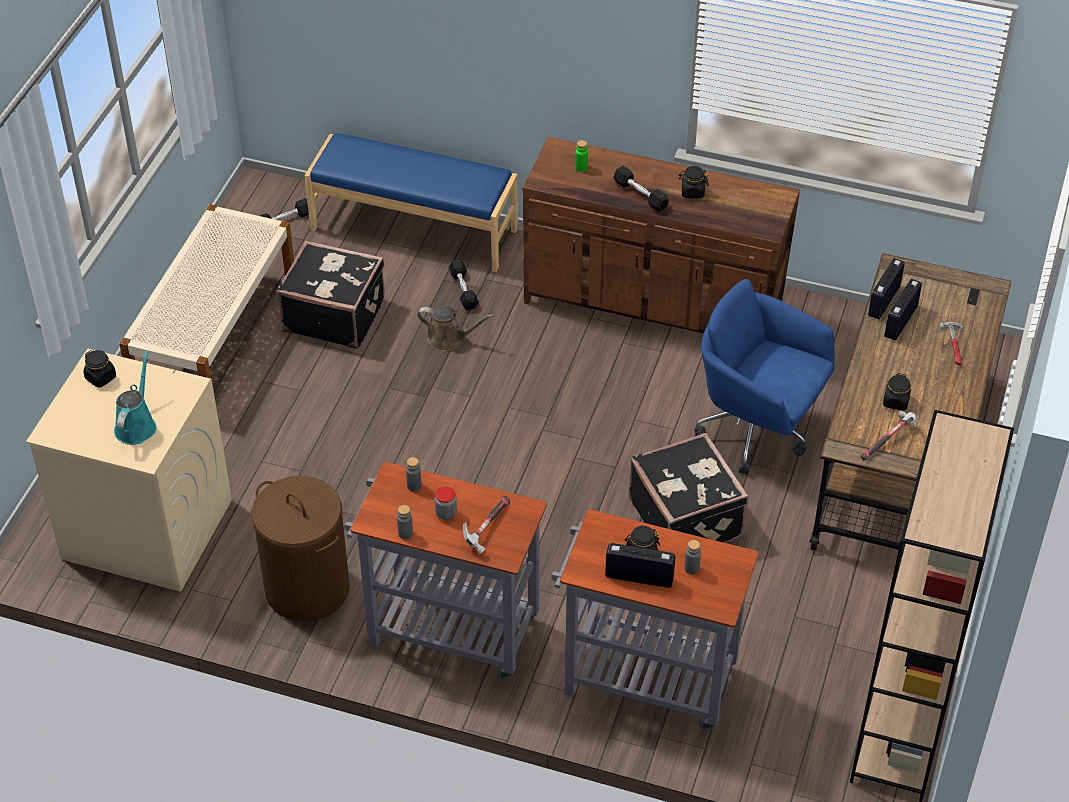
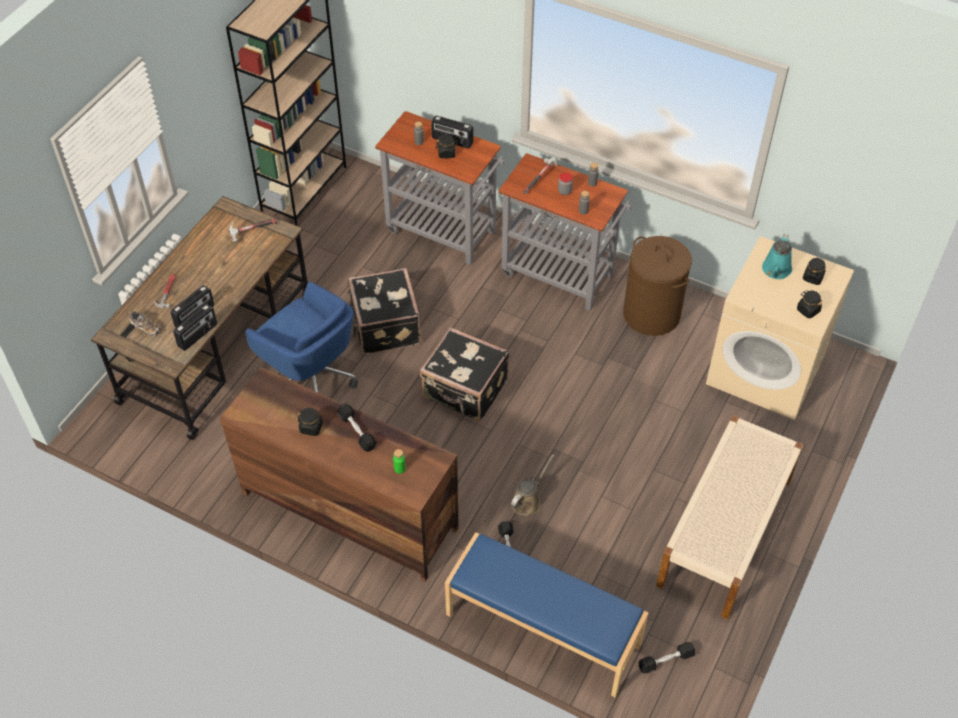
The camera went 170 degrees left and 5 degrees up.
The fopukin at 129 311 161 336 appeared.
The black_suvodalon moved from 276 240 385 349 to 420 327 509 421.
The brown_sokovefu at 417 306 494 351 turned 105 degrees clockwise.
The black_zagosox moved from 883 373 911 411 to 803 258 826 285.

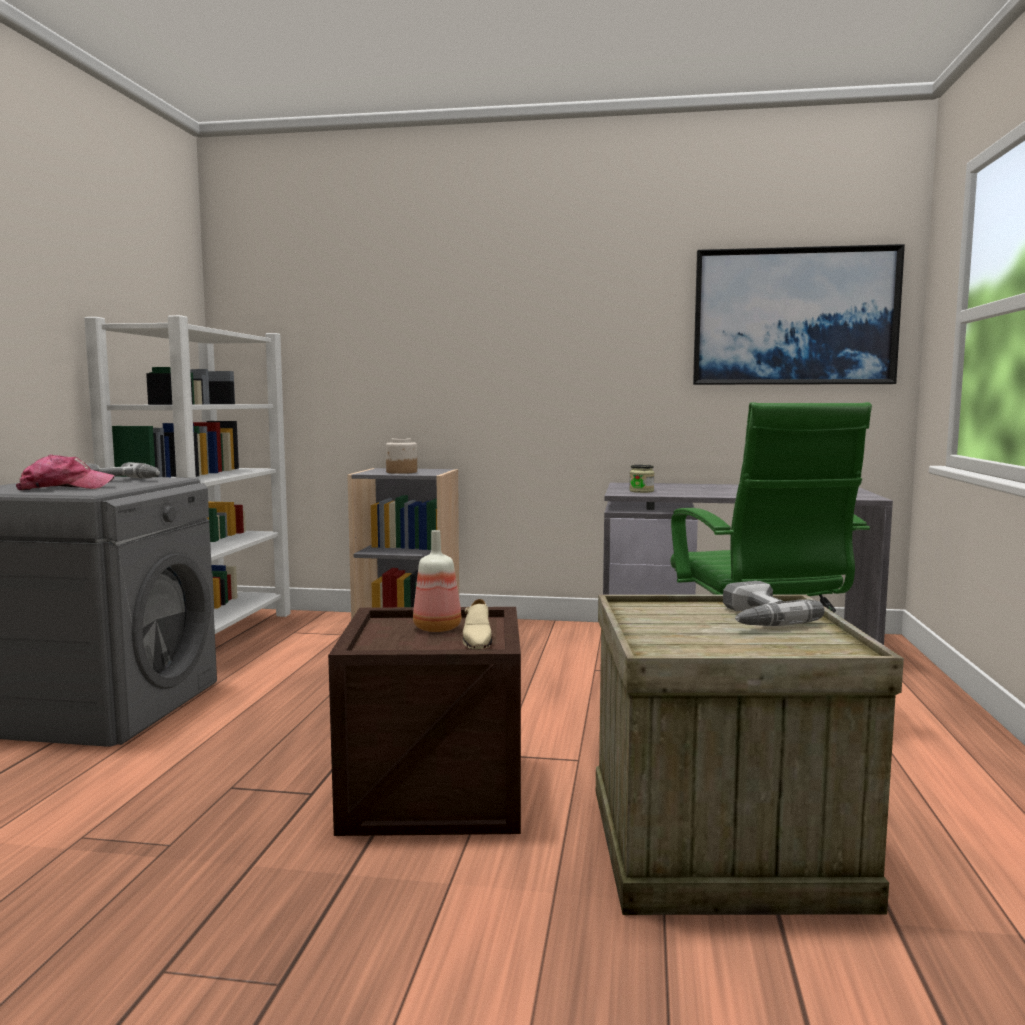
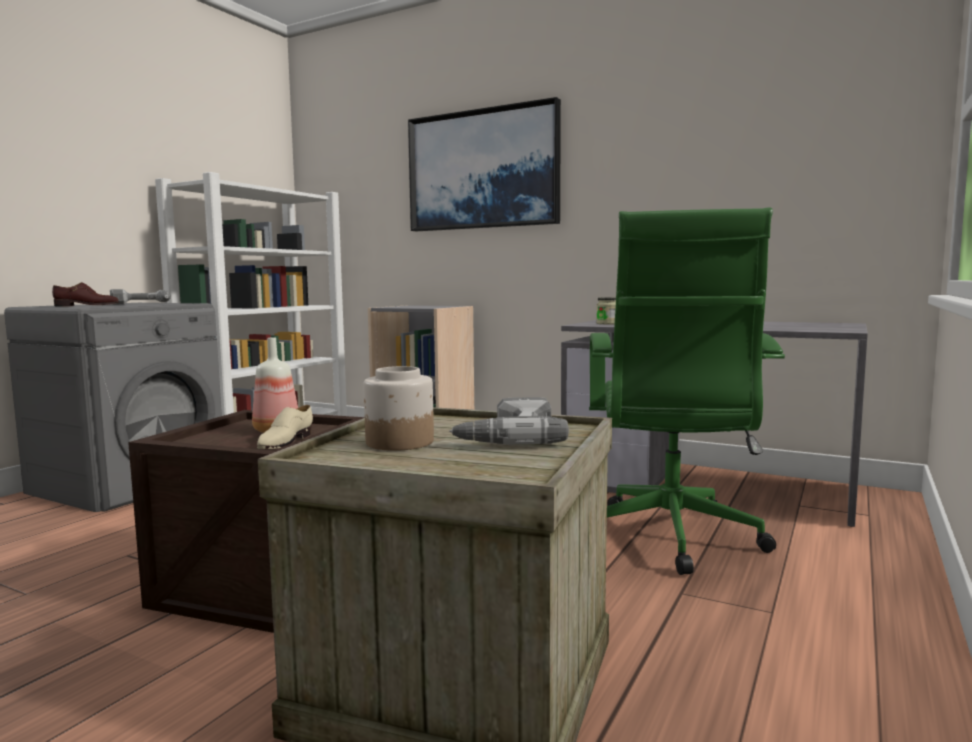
The camera went 20 degrees right and 0 degrees up.
The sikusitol at 16 454 115 490 was replaced by the brown_fopukin at 52 282 119 307.
The zagosox moved from 386 438 417 474 to 364 366 434 451.
The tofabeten moved from 693 244 905 385 to 408 97 561 231.

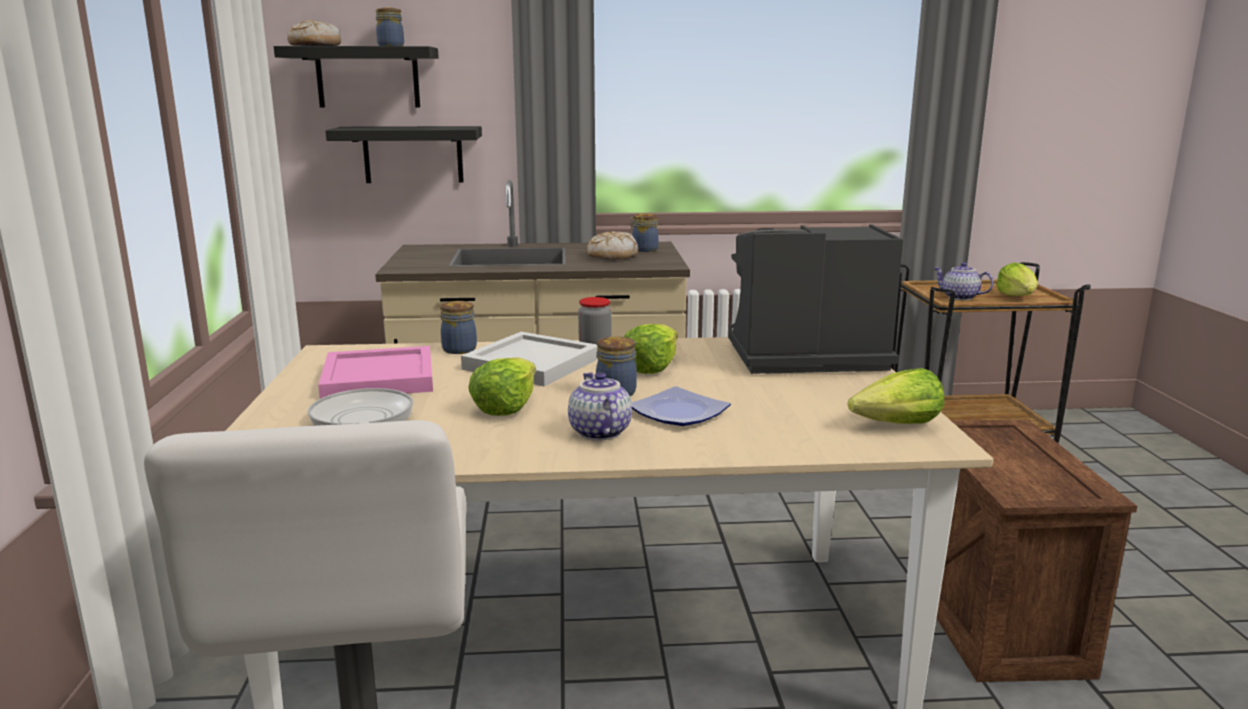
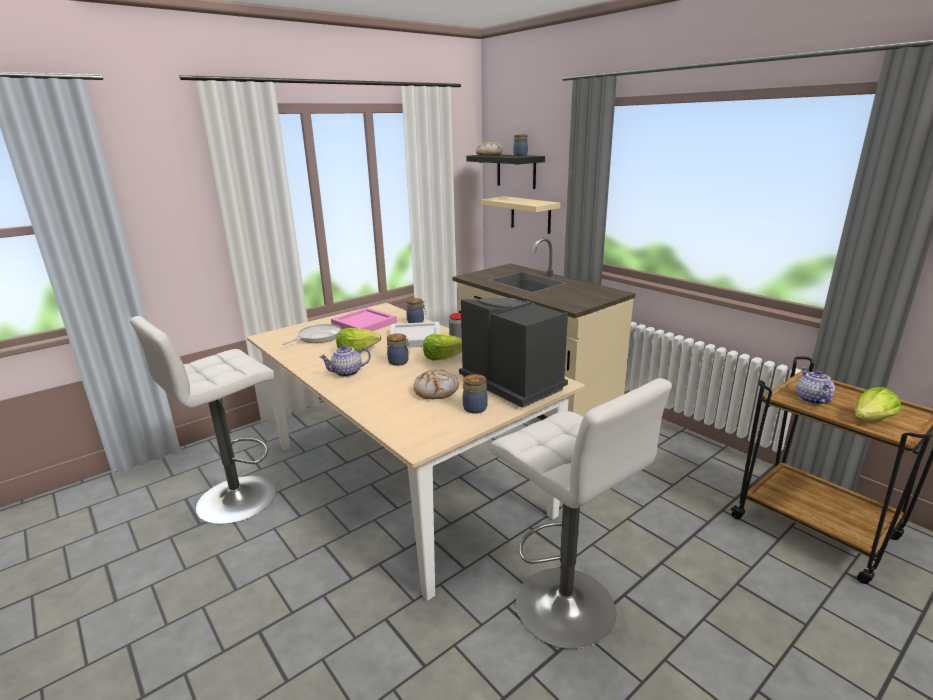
The camera went 55 degrees right and 5 degrees up.
The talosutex at 568 372 632 441 turned 150 degrees counterclockwise.
The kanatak moved from 587 231 638 260 to 414 369 459 399.
The zagosox moved from 630 213 658 252 to 463 374 488 414.
The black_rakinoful at 326 126 482 183 became the beige_rakinoful at 481 196 560 234.
The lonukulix at 936 420 1137 682 was replaced by the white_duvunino at 491 378 672 649.
The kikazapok at 632 386 731 426 disappeared.
The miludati at 848 368 944 424 disappeared.

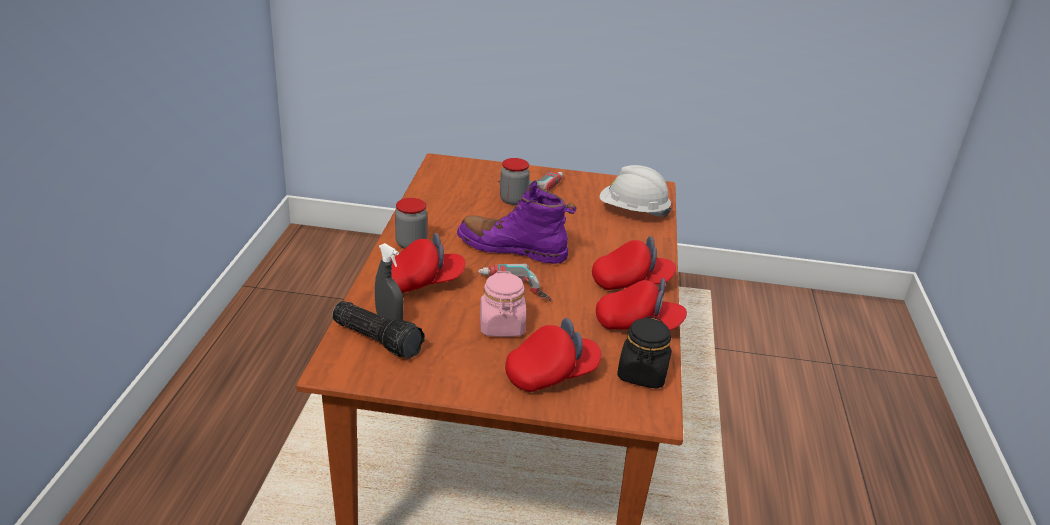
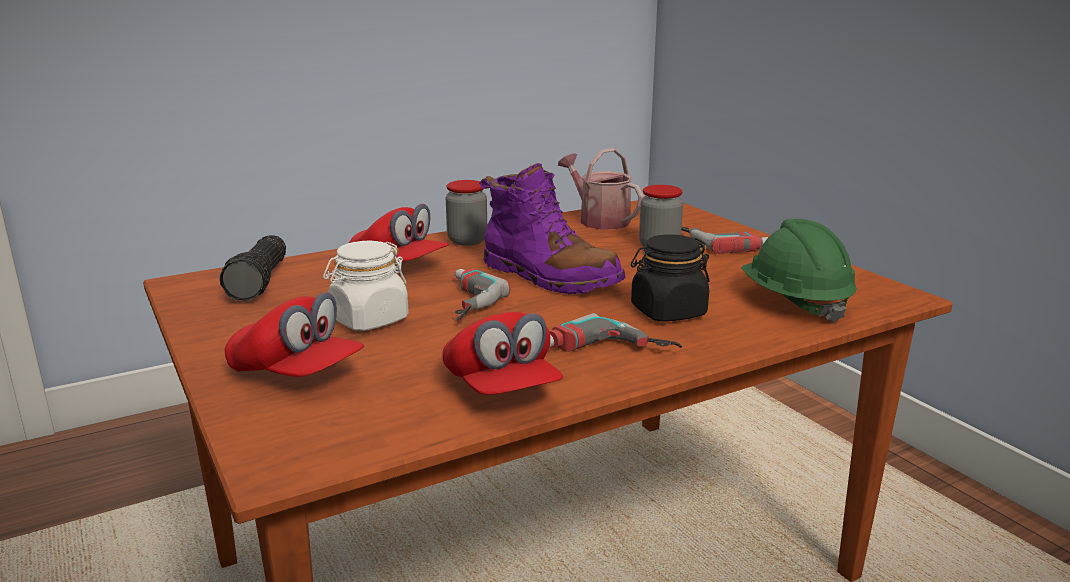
The camera went 55 degrees right and 10 degrees down.
The pink_zagosox at 480 271 526 337 became the white_zagosox at 323 241 409 331.
The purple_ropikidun at 457 181 576 264 turned 150 degrees clockwise.
The red_sikusitol at 592 236 676 290 was replaced by the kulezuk at 549 313 682 352.
The sokovefu at 558 148 644 229 appeared.
The black_zagosox moved from 617 316 672 389 to 631 234 710 322.
The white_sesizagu at 599 165 672 218 became the green_sesizagu at 741 219 857 324.
The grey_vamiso at 375 243 403 320 disappeared.

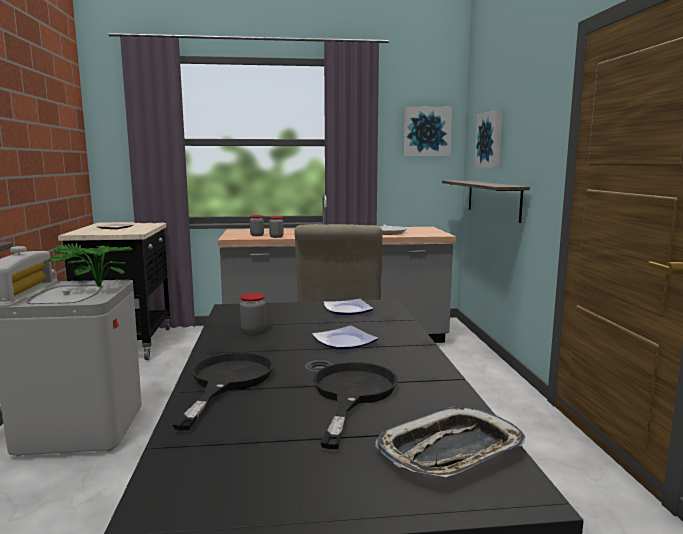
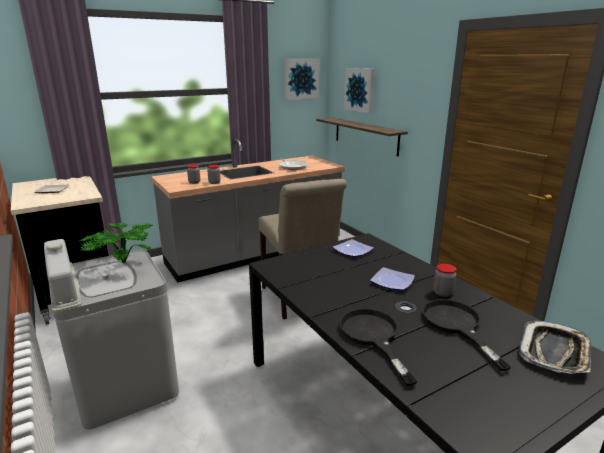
The camera went 25 degrees left and 10 degrees up.
The zagosox moved from 240 293 266 334 to 433 264 456 297.

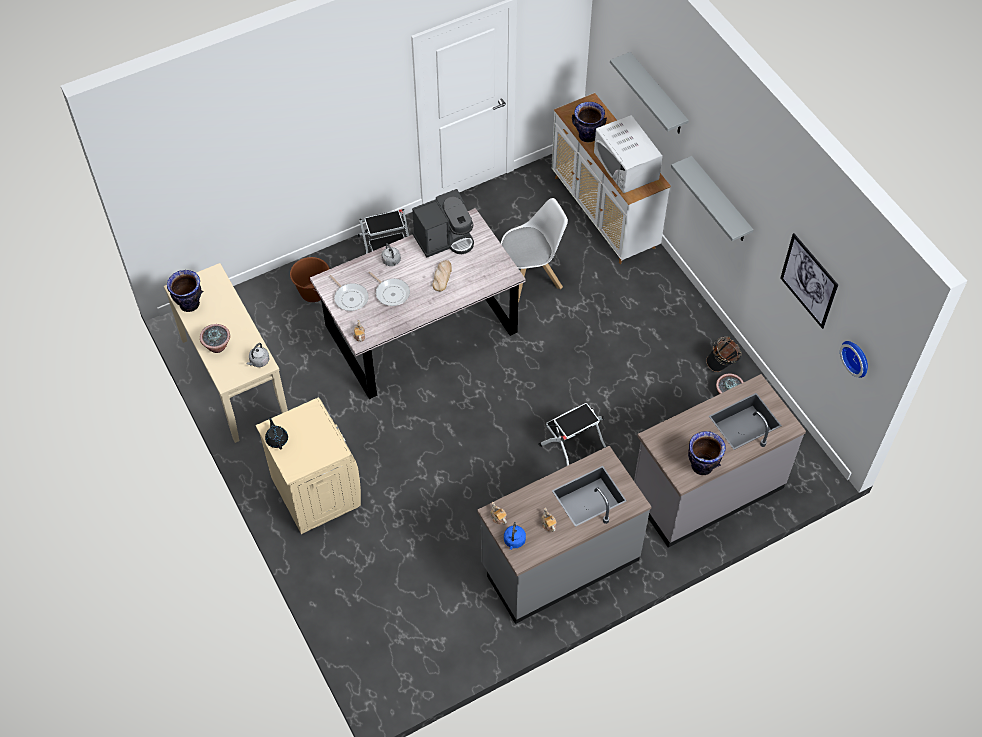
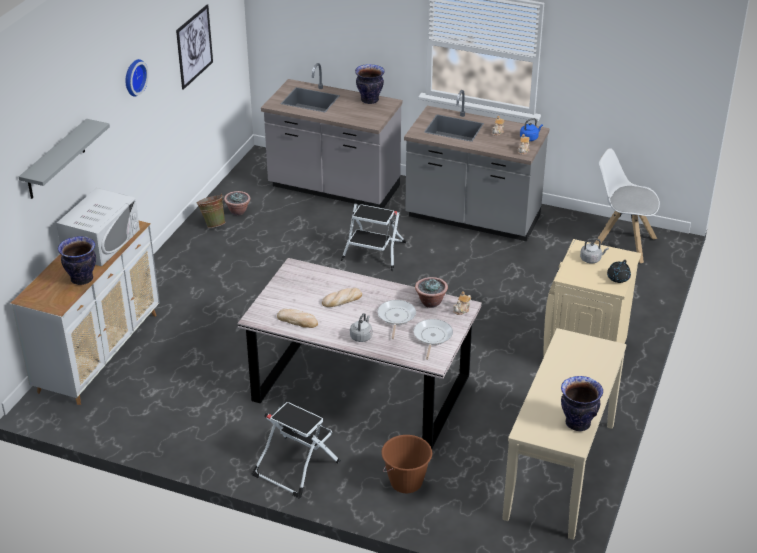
The camera went 130 degrees left and 20 degrees down.
The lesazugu moved from 840 341 868 378 to 126 59 149 97.
The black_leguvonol at 706 337 741 372 became the green_leguvonol at 196 194 226 228.
The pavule at 412 189 474 258 was replaced by the kanatak at 277 309 318 328.
The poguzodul moved from 200 324 230 353 to 415 277 448 308.
The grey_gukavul moved from 246 343 270 367 to 580 238 609 263.
The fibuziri moved from 501 198 568 303 to 595 148 660 263.
The grey_rakinoful at 671 156 753 241 disappeared.

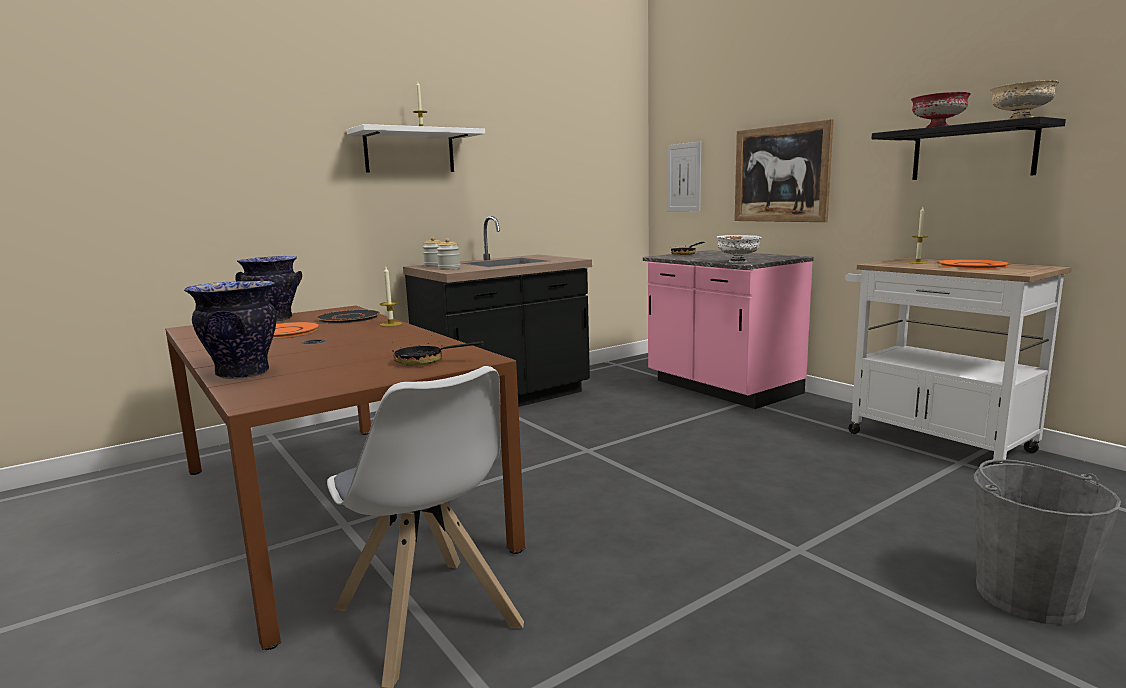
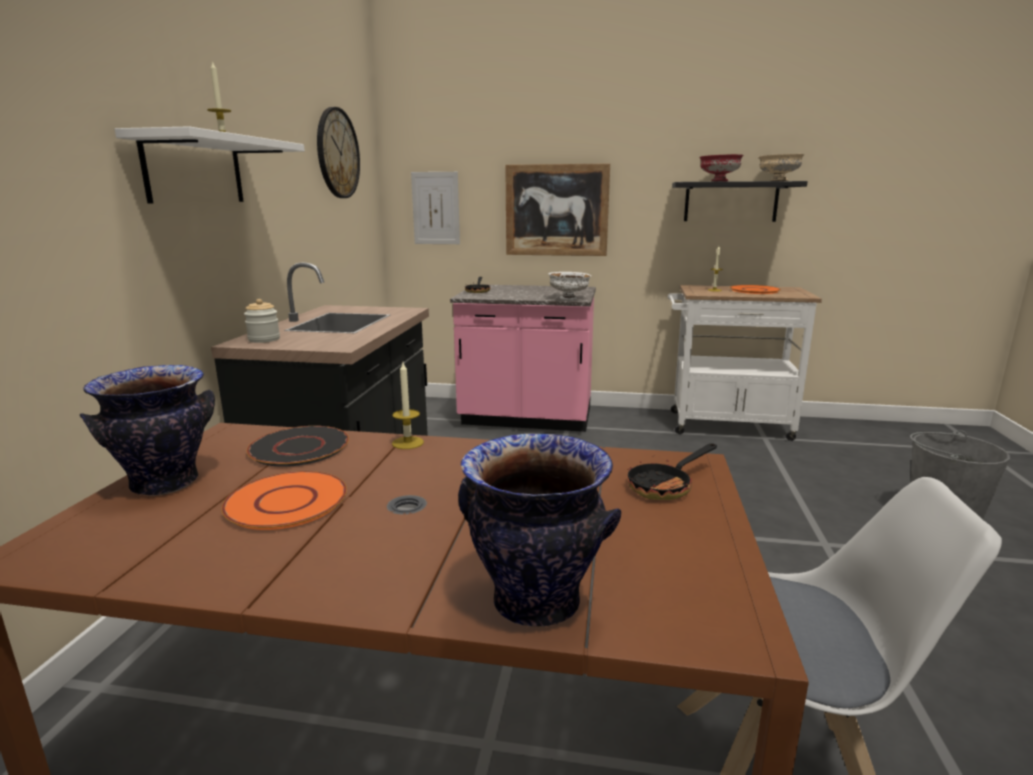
The camera went 45 degrees left and 5 degrees up.
The lesazugu at 317 107 360 198 appeared.
The zagosox at 437 238 461 270 disappeared.

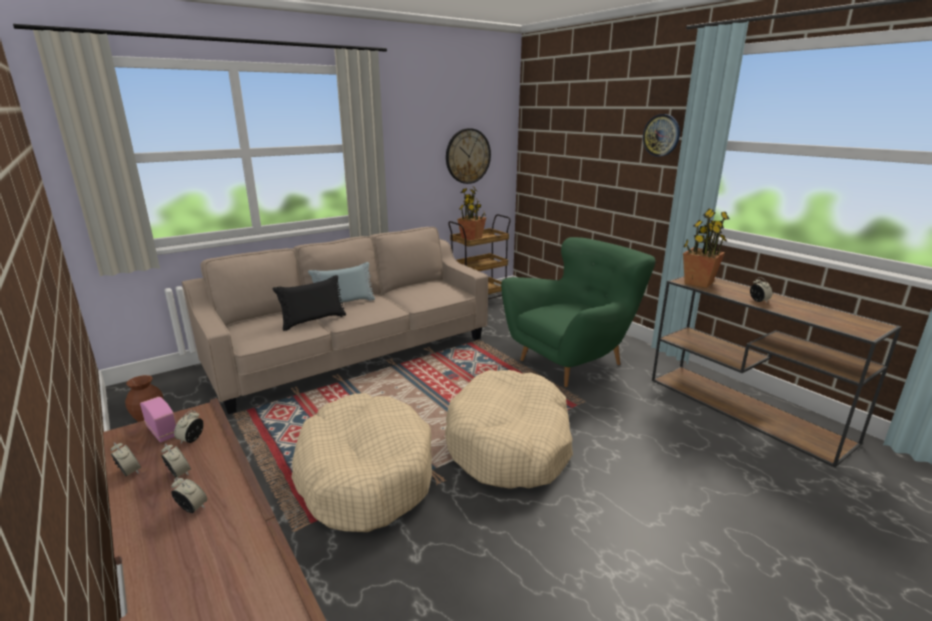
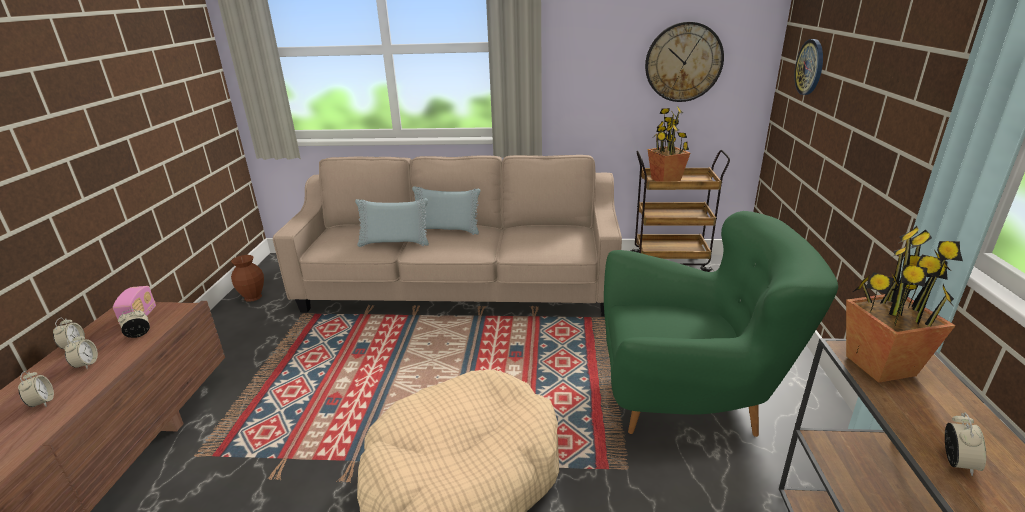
The camera went 40 degrees right and 5 degrees up.
The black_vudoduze at 273 275 346 331 became the blue_vudoduze at 355 198 429 247.
The lesazugu moved from 643 114 680 157 to 795 39 823 95.
The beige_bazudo at 291 393 432 532 disappeared.

